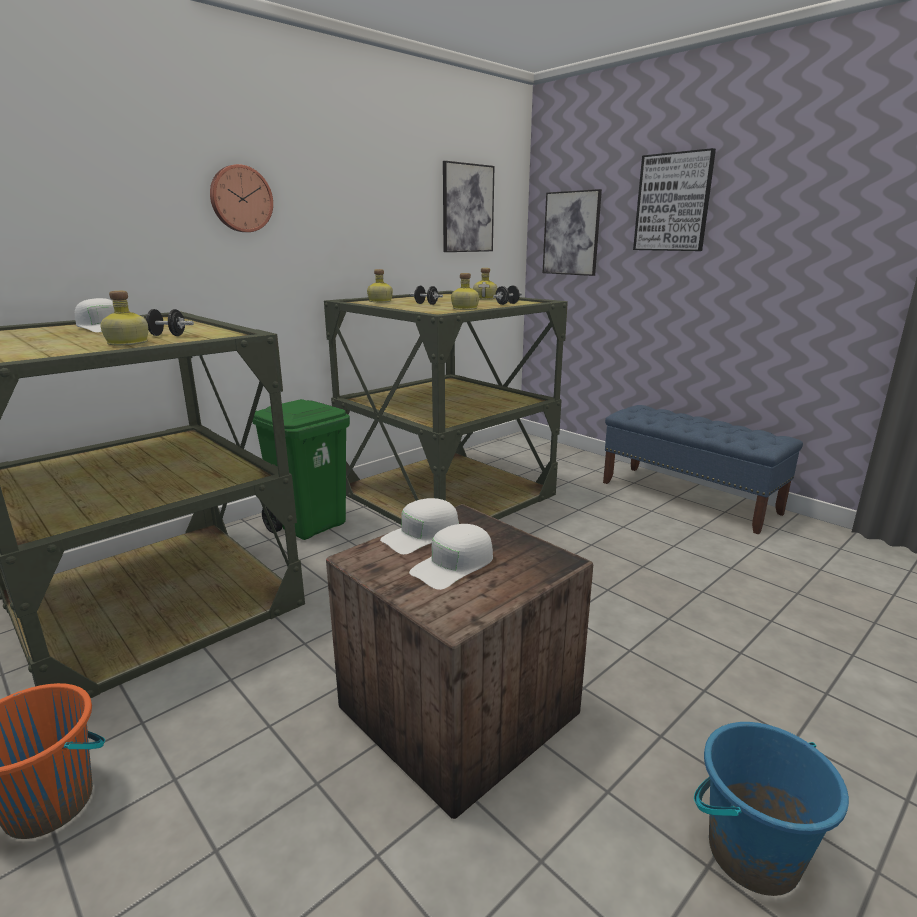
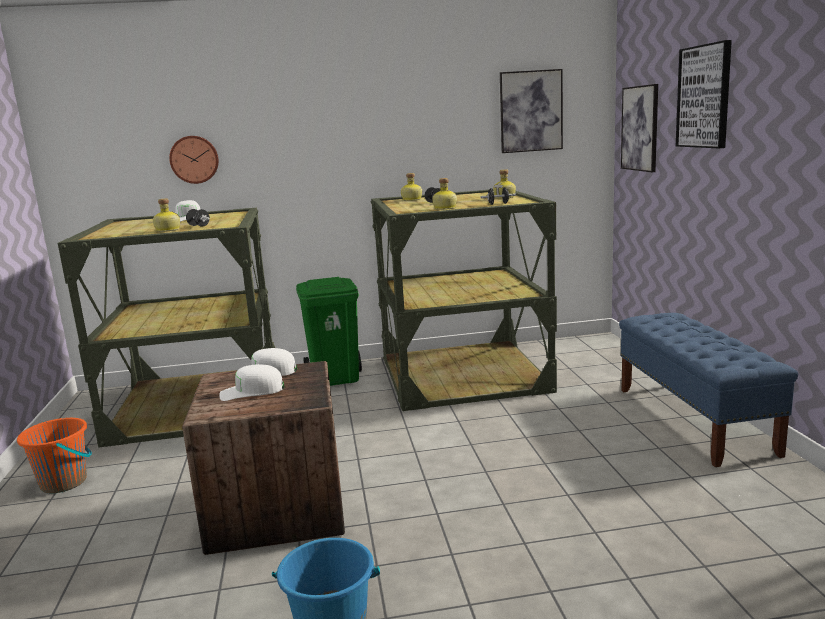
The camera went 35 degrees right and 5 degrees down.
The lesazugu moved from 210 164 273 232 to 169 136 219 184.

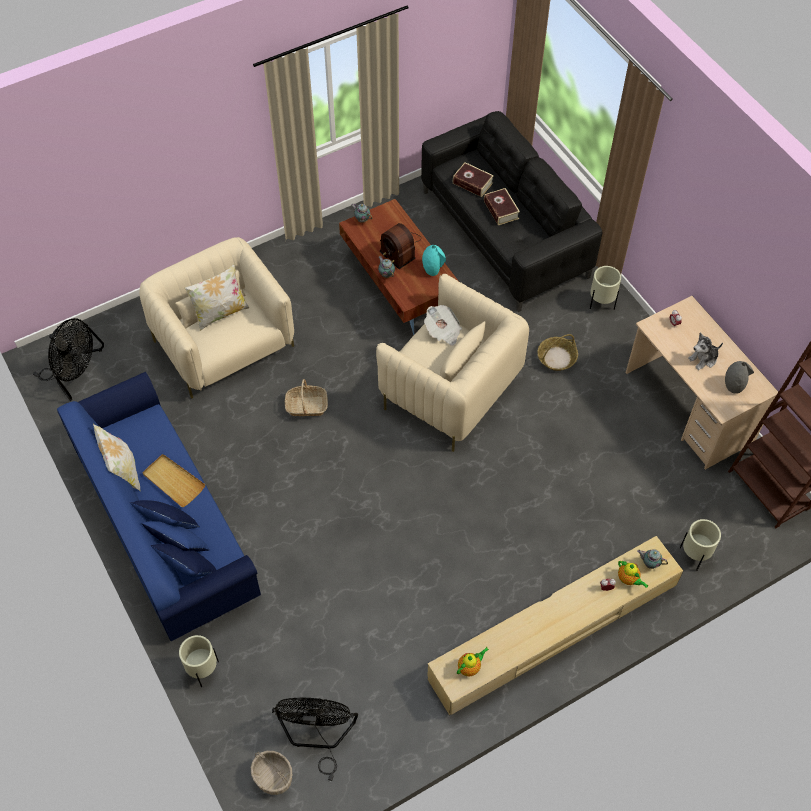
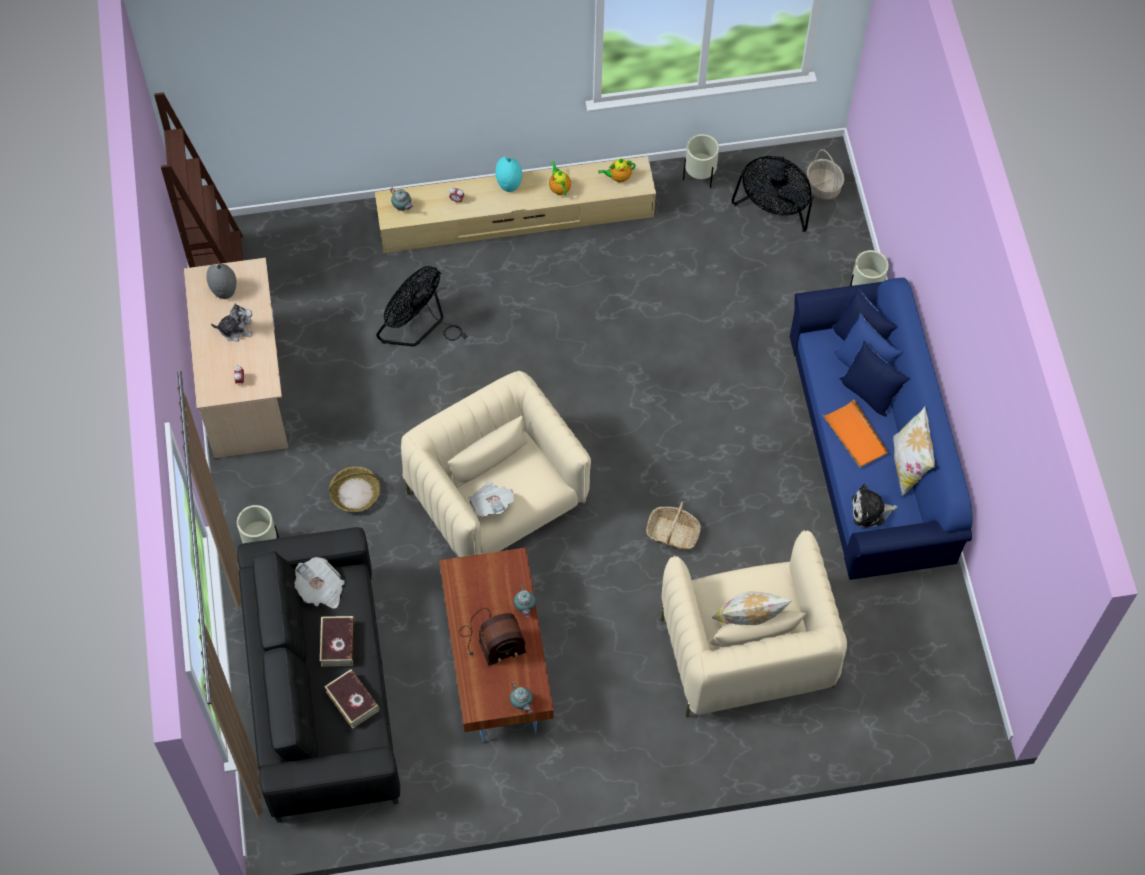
The camera went 160 degrees left and 5 degrees up.
The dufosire at 295 557 345 609 appeared.
The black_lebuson moved from 33 318 104 401 to 376 266 467 346.
The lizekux at 380 223 421 269 turned 90 degrees clockwise.
The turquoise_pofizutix moved from 422 245 446 276 to 495 157 522 192.
The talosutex moved from 618 561 648 588 to 549 161 571 195.
The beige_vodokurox moved from 680 519 721 571 to 683 134 719 188.
The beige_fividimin at 142 454 206 507 became the orange_fividimin at 823 399 888 468.
The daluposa at 852 484 898 528 appeared.

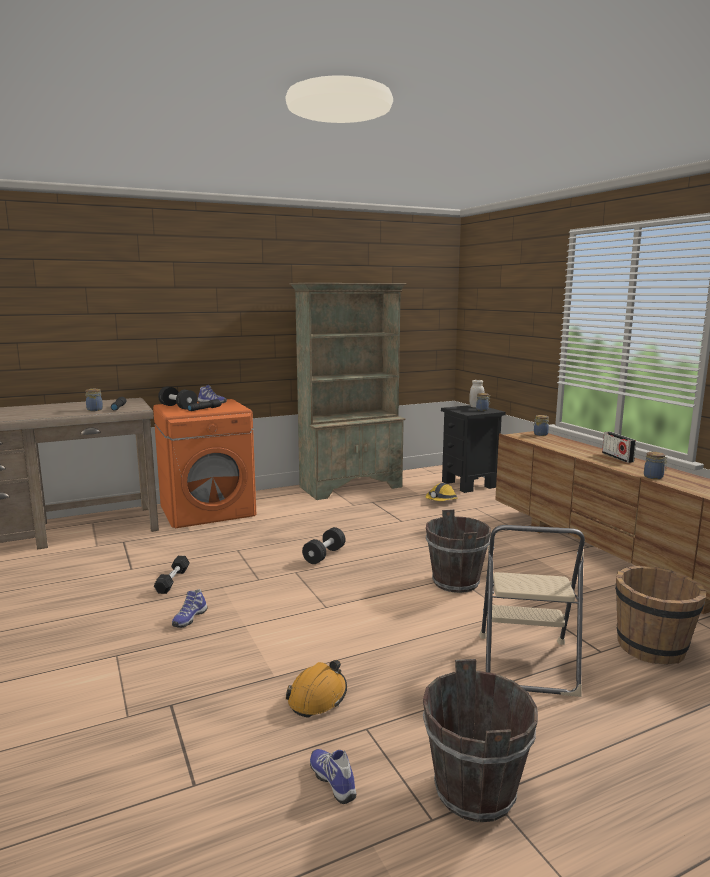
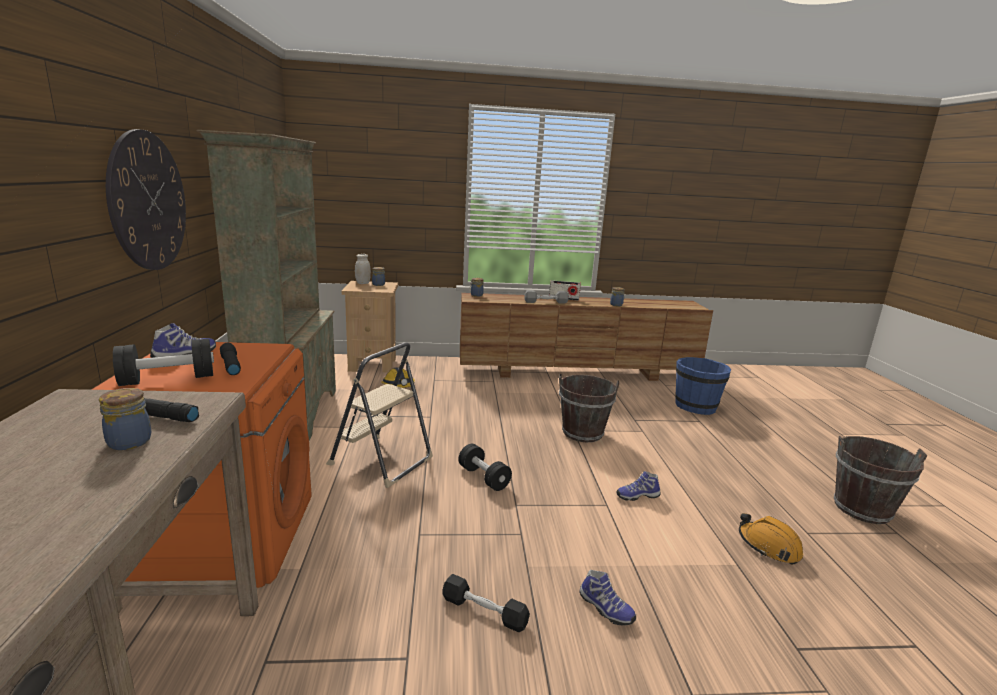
The camera went 70 degrees left and 5 degrees up.
The lesazugu at 106 129 186 270 appeared.
The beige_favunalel moved from 479 525 585 697 to 326 342 433 488.
The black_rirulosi at 441 405 506 493 became the beige_rirulosi at 342 281 398 372.
The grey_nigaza at 525 290 569 304 appeared.
The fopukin moved from 310 749 356 804 to 616 471 660 501.
The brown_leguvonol at 615 566 706 665 became the blue_leguvonol at 675 357 731 415.

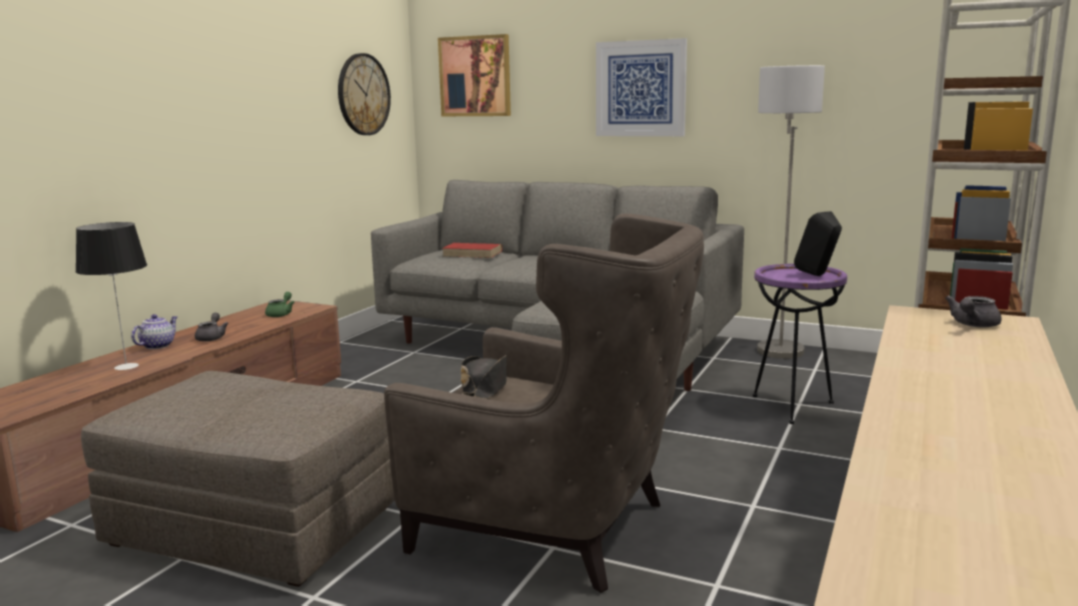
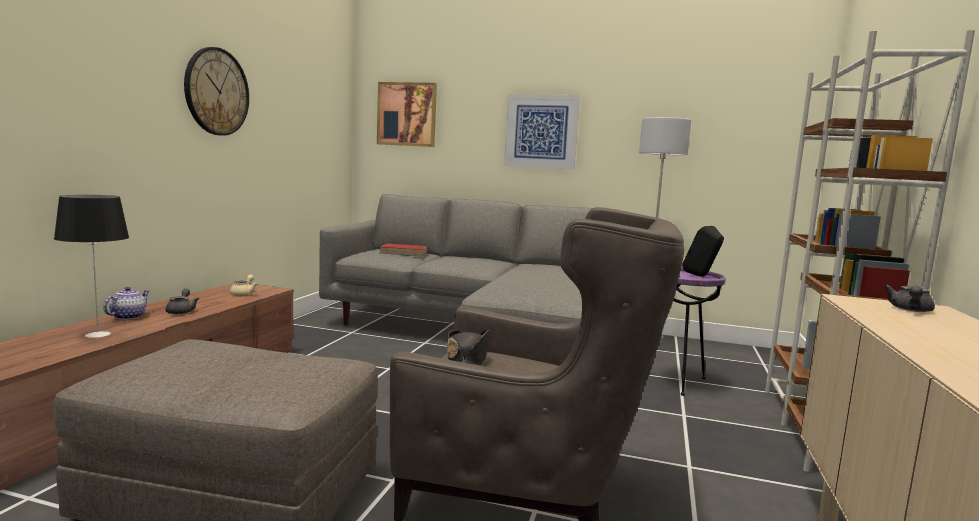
The camera went 10 degrees left and 5 degrees down.
The lesazugu moved from 338 53 391 135 to 184 47 249 136.
The green_talosutex at 265 292 294 317 became the beige_talosutex at 230 274 258 296.

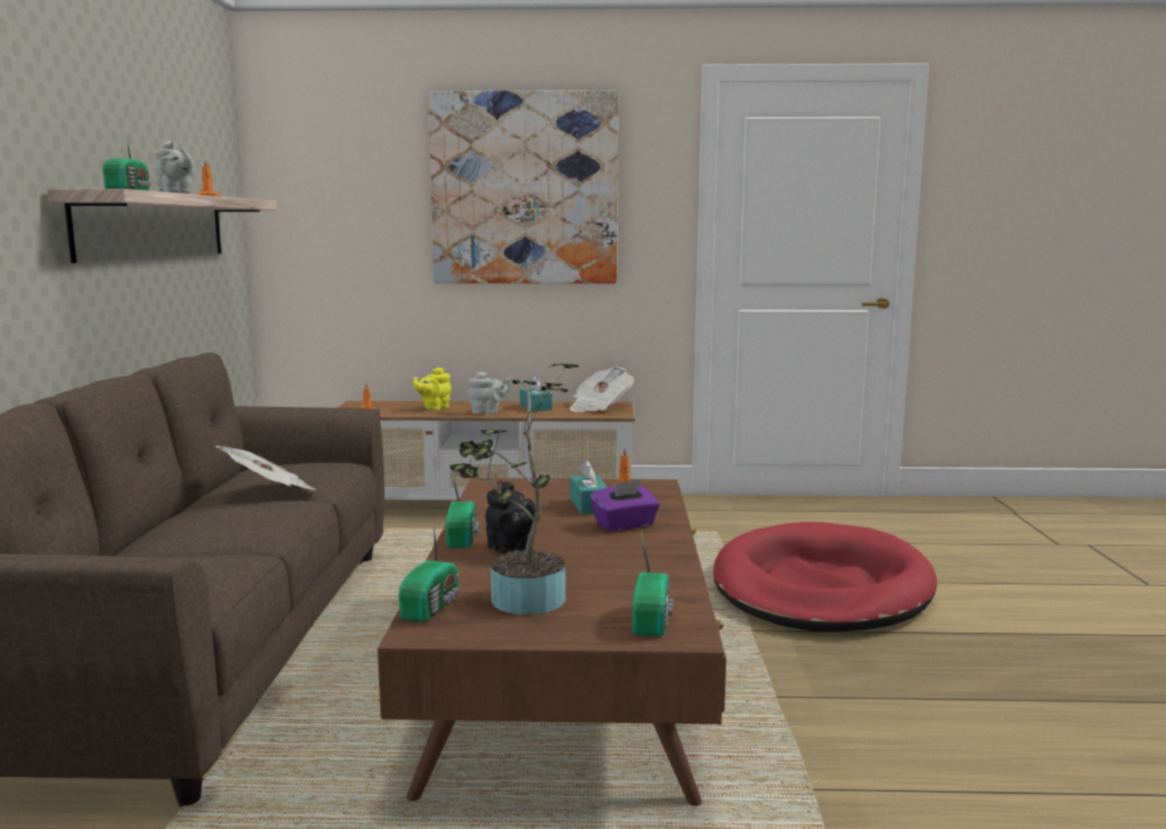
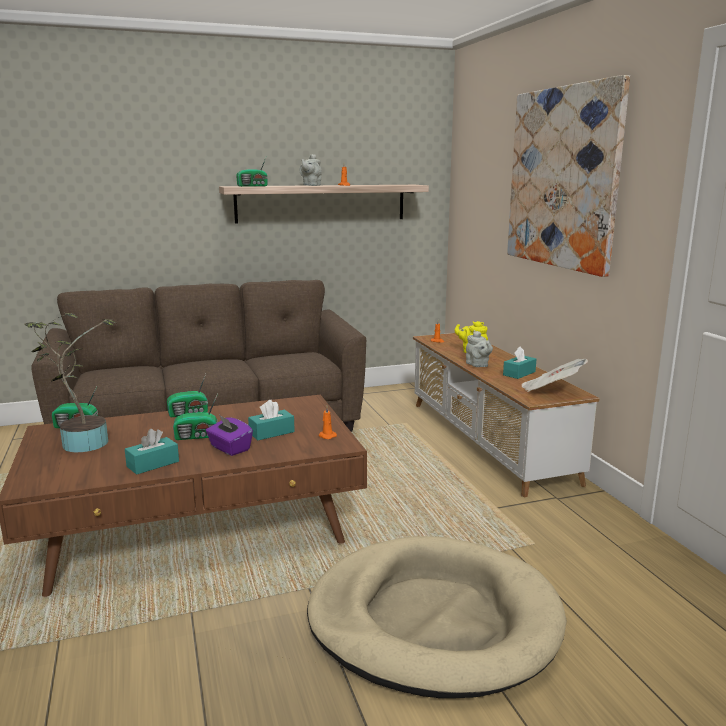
The camera went 70 degrees right and 5 degrees up.
The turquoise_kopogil at 125 429 179 475 appeared.
The lizekux moved from 632 532 674 636 to 173 394 218 440.
The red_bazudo at 713 522 937 632 became the beige_bazudo at 307 536 567 698.
The dufosire at 216 446 316 490 disappeared.
The black_talosutex at 485 480 540 554 disappeared.

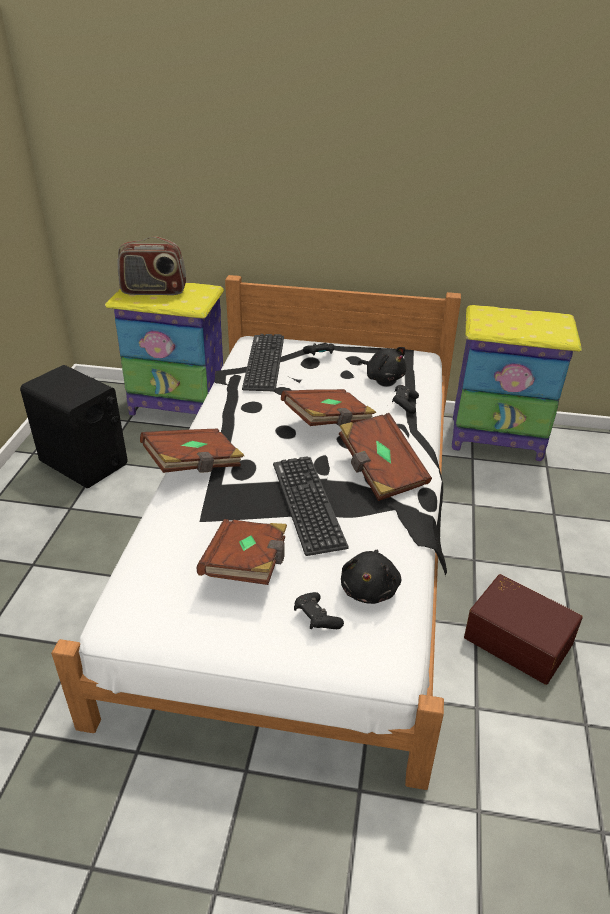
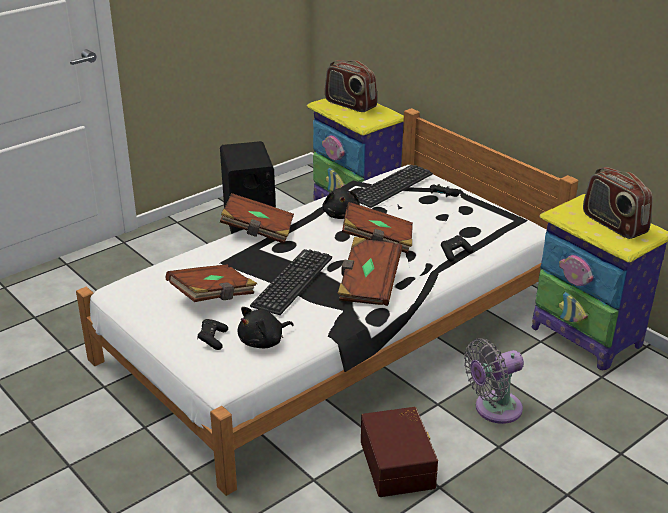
The camera went 40 degrees right and 5 degrees down.
The black_daluposa moved from 358 347 406 383 to 322 188 360 219.
The grey_lebuson at 464 338 524 424 appeared.
The lizekux at 583 167 653 239 appeared.

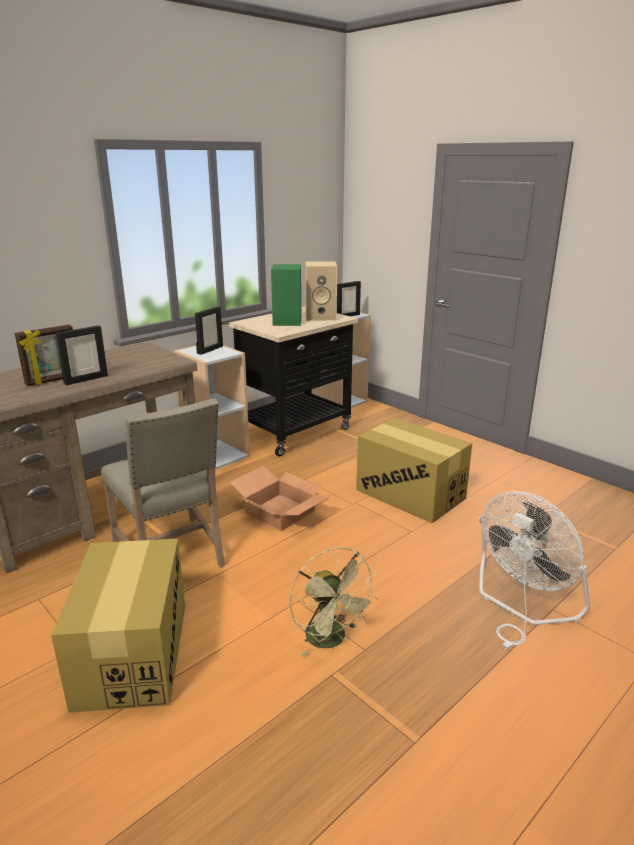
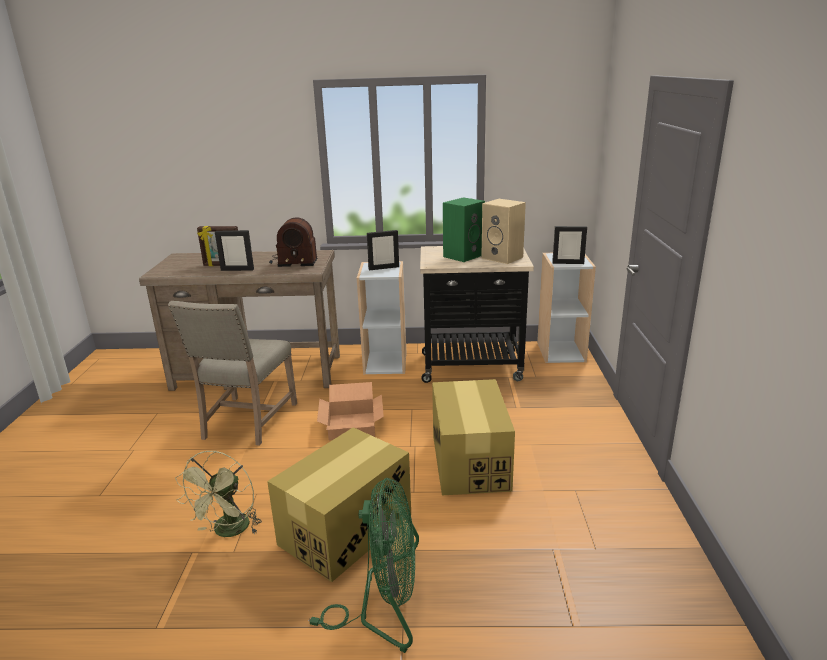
The camera went 45 degrees right and 0 degrees up.
The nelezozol moved from 51 539 185 713 to 267 427 411 582.
The lizekux at 269 217 317 267 appeared.
The white_lebuson at 479 491 590 650 became the green_lebuson at 309 478 419 653.

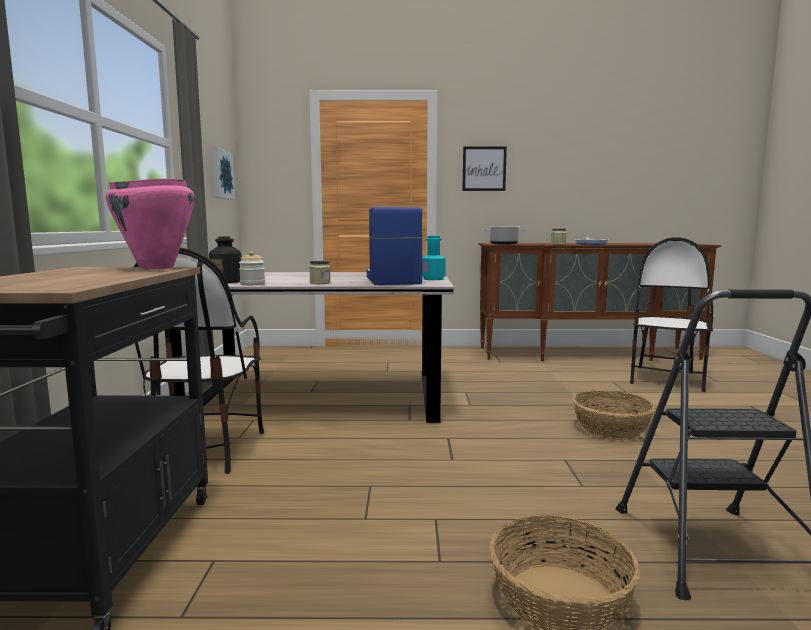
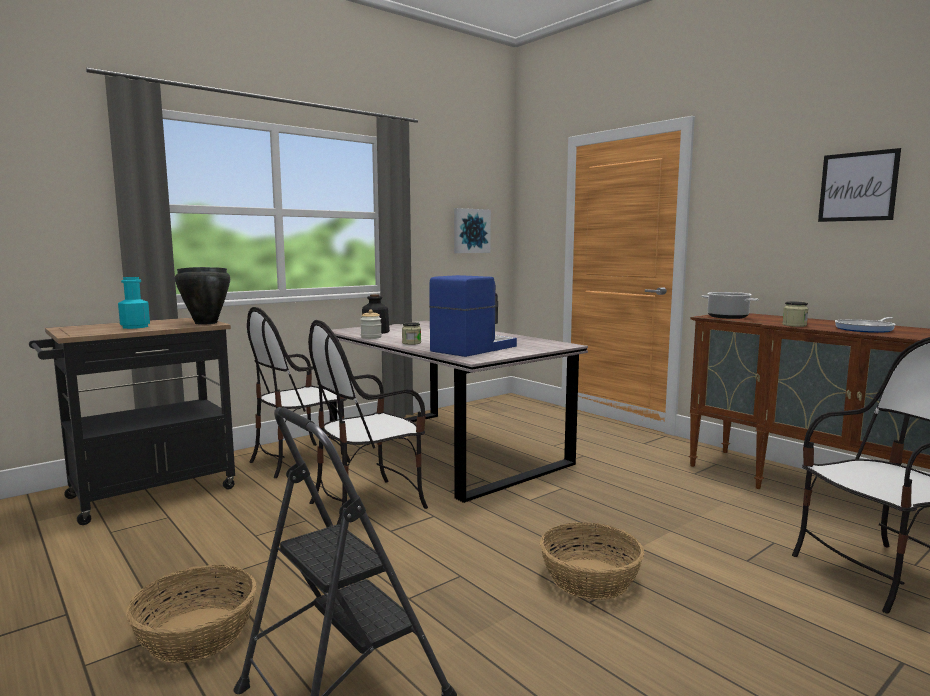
The camera went 50 degrees right and 0 degrees up.
The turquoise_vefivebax moved from 422 236 446 280 to 118 277 150 329.
The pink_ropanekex at 106 179 195 269 became the black_ropanekex at 175 267 230 325.
The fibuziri at 308 320 428 525 appeared.
The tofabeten moved from 462 147 507 191 to 818 148 901 222.

